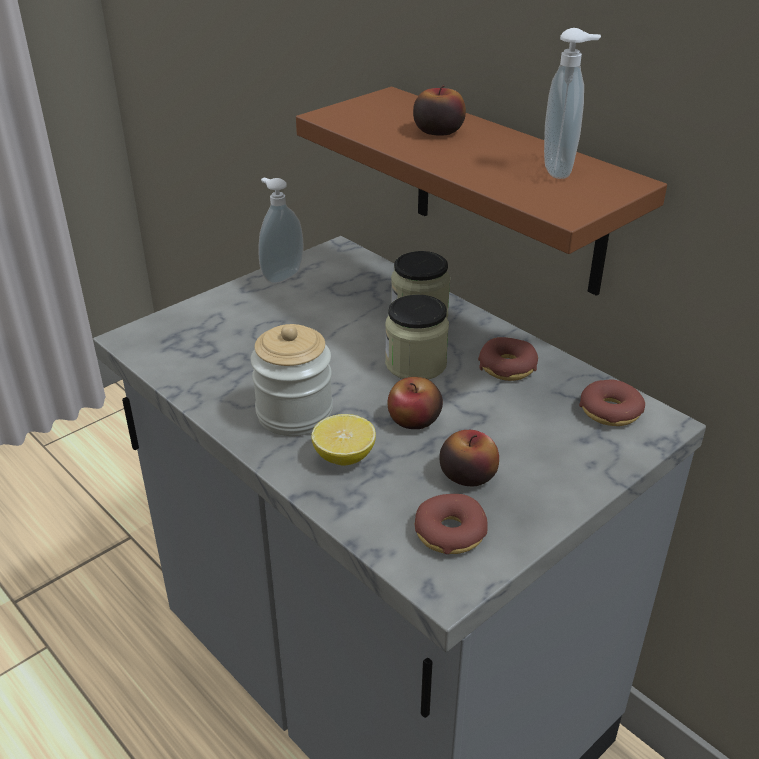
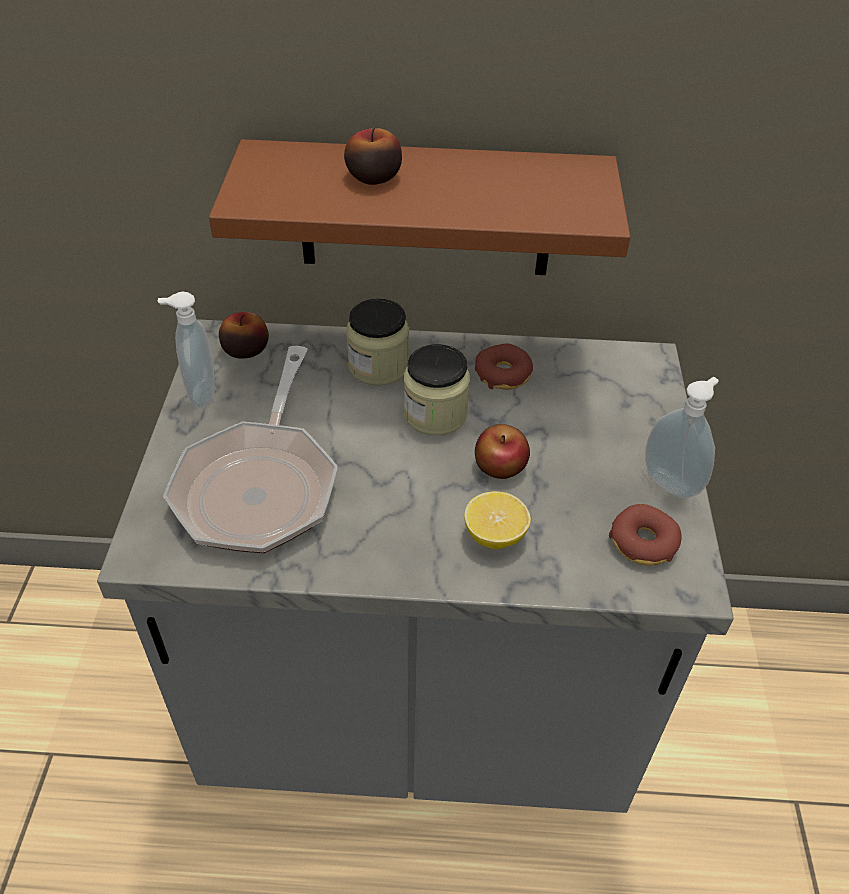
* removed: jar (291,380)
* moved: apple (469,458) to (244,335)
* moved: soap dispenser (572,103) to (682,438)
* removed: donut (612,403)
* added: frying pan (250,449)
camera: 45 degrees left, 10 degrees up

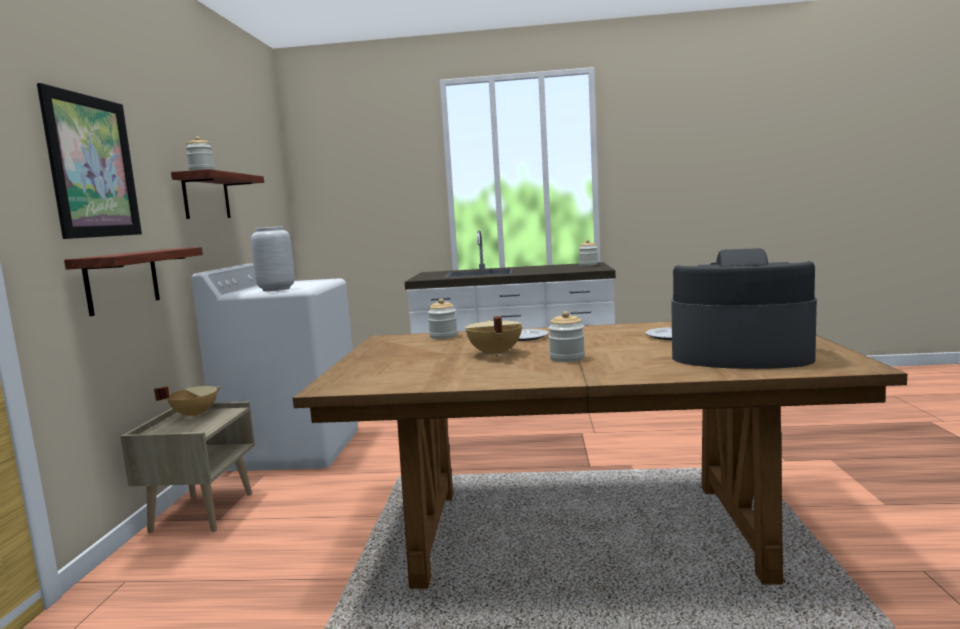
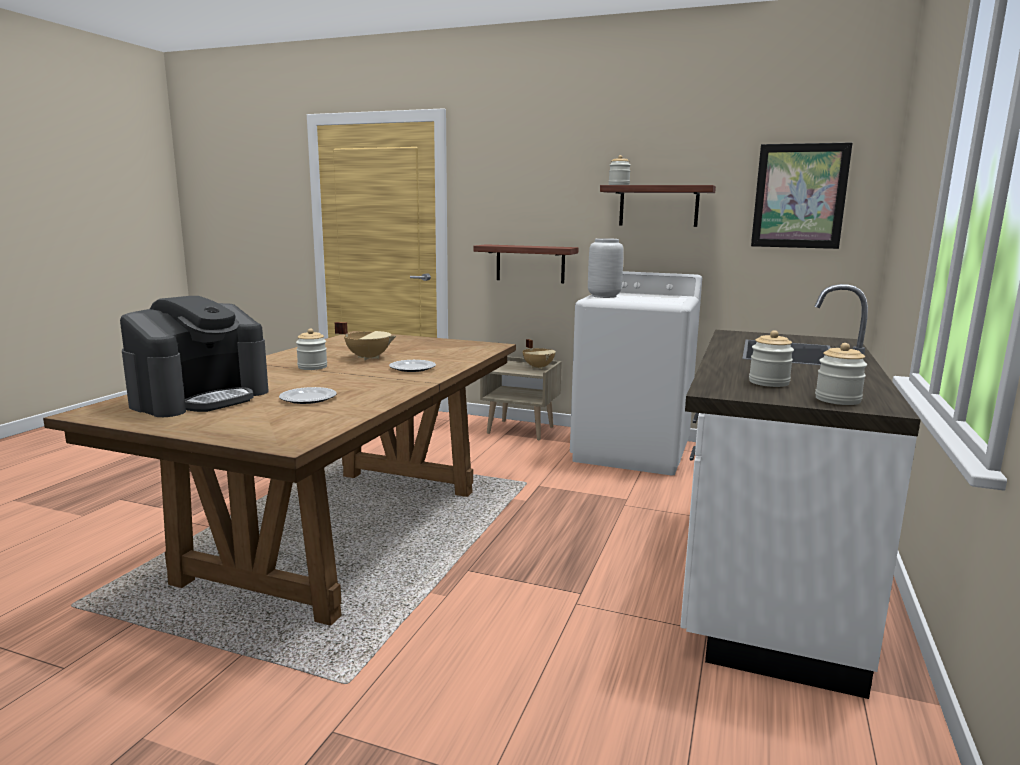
* moved: picture (89,161) to (801,195)
* moved: jar (443,319) to (771,358)
camera: 105 degrees right, 5 degrees up

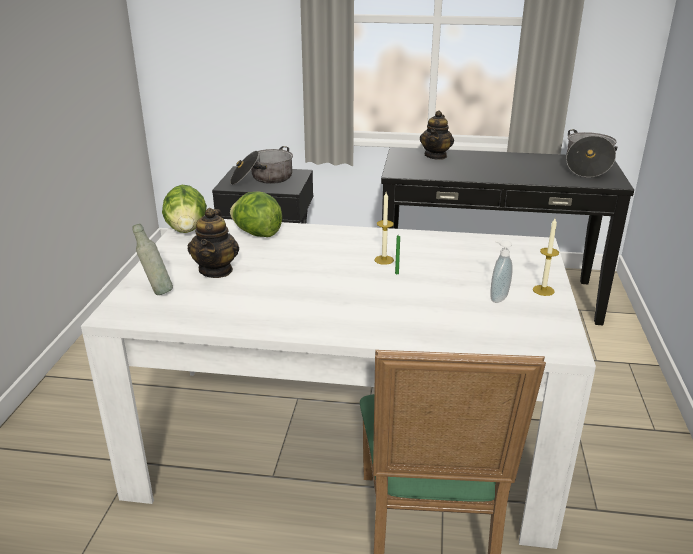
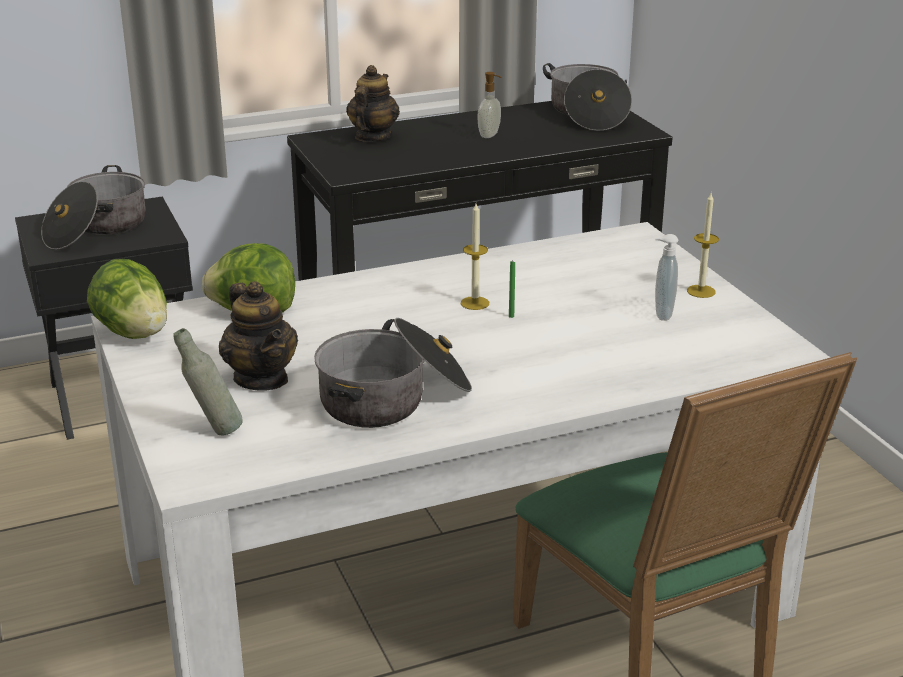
* turned: teapot (437,135) = (373,103) 150 degrees counterclockwise
* added: cooking pot (393,373)
* added: soap dispenser (490,105)
camera: 30 degrees left, 0 degrees up

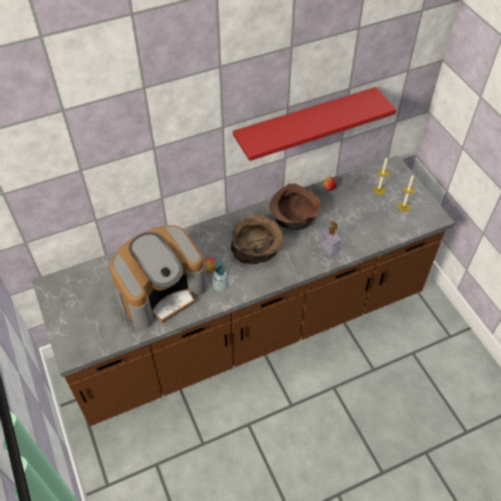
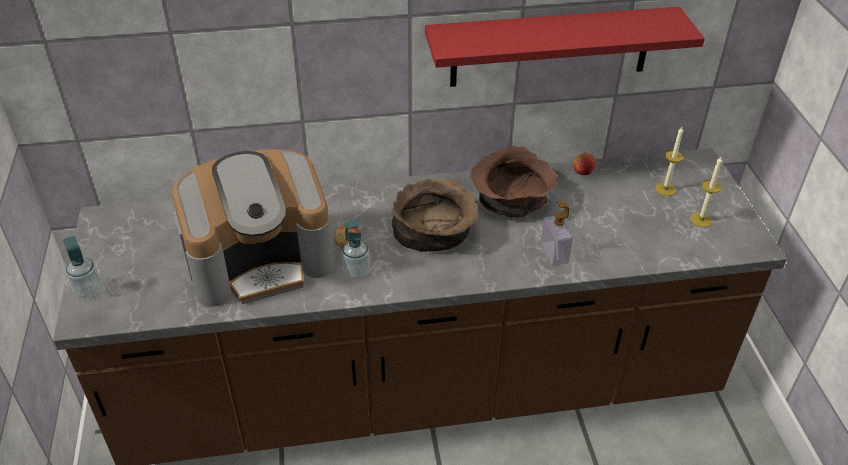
* added: soap dispenser (82,267)
camera: 15 degrees right, 10 degrees down

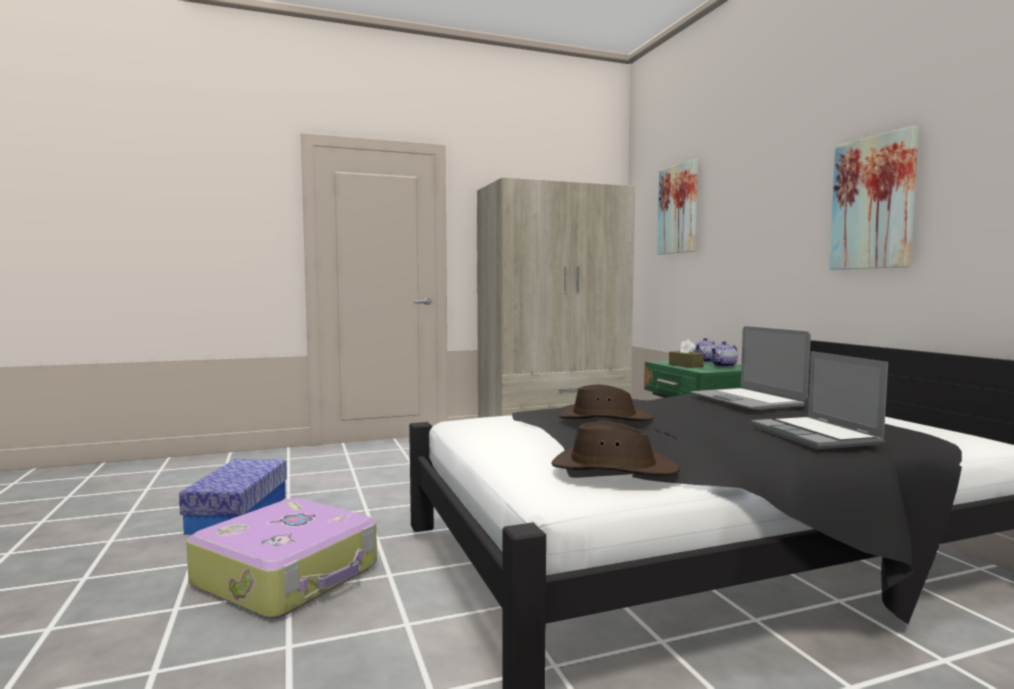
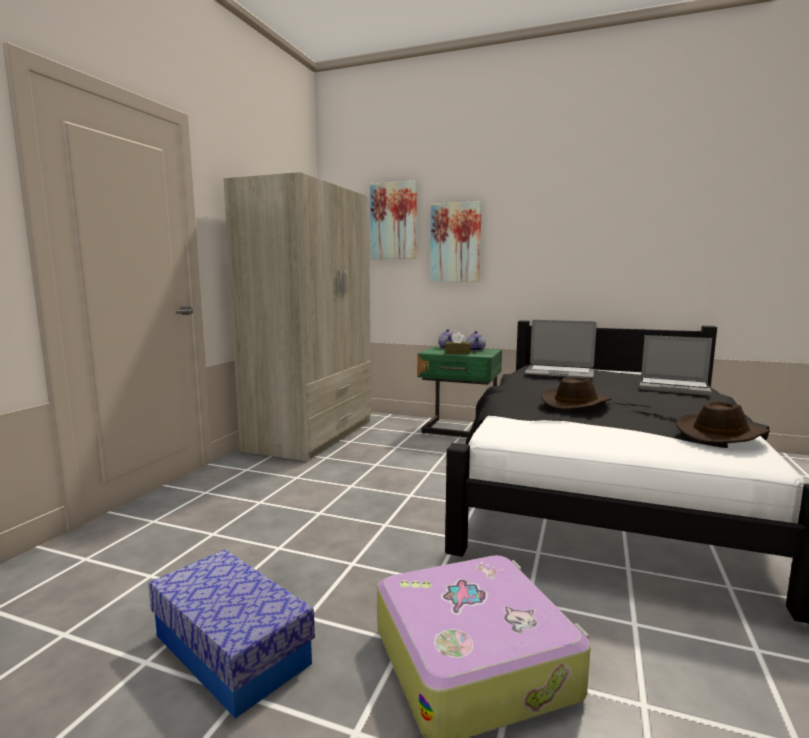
* moved: picture (874,198) to (456,241)
camera: 50 degrees left, 5 degrees up

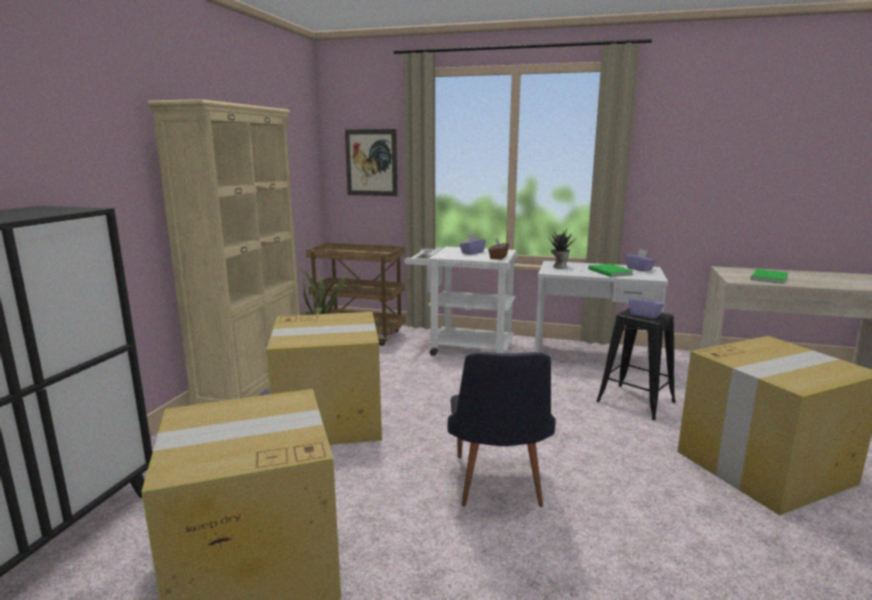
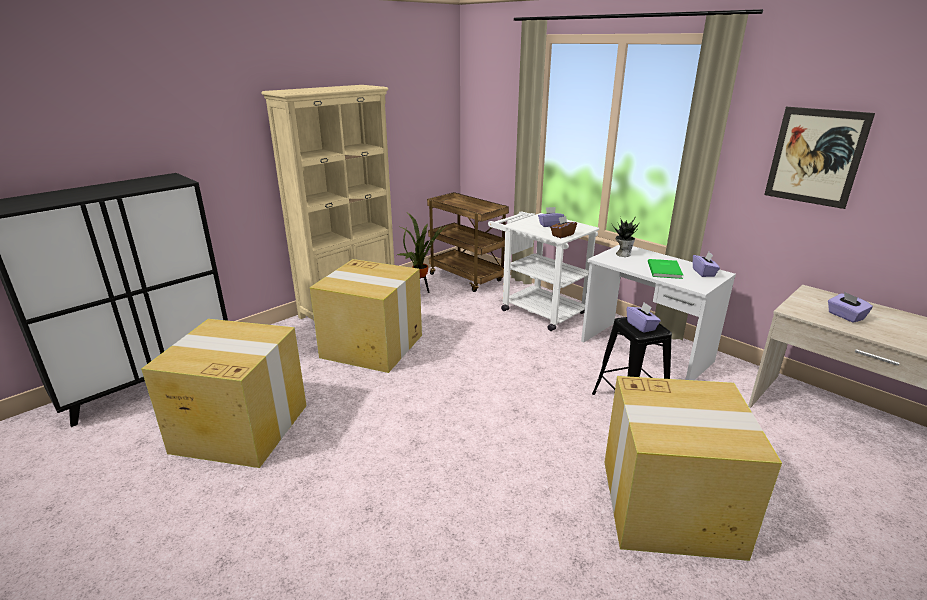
* moved: picture (371,162) to (819,158)
* removed: black chair (502,429)
* replaced: green book (769,276) to purple tissue box (850,307)
camera: 30 degrees right, 10 degrees up

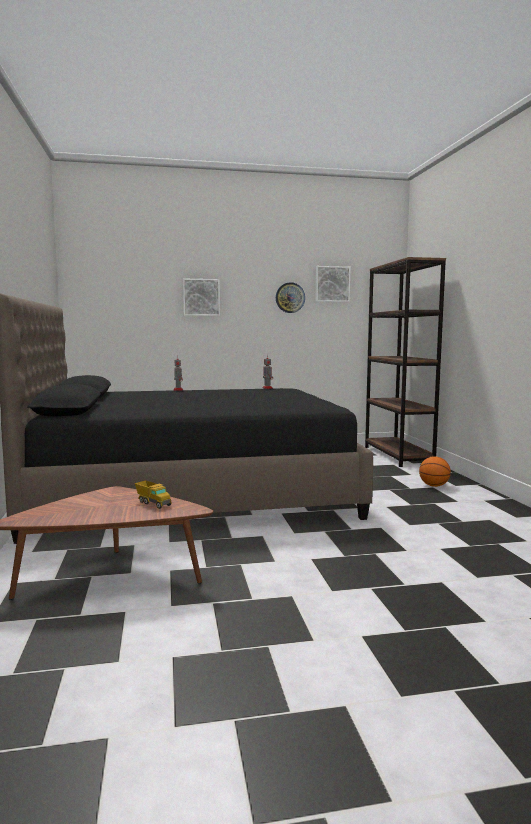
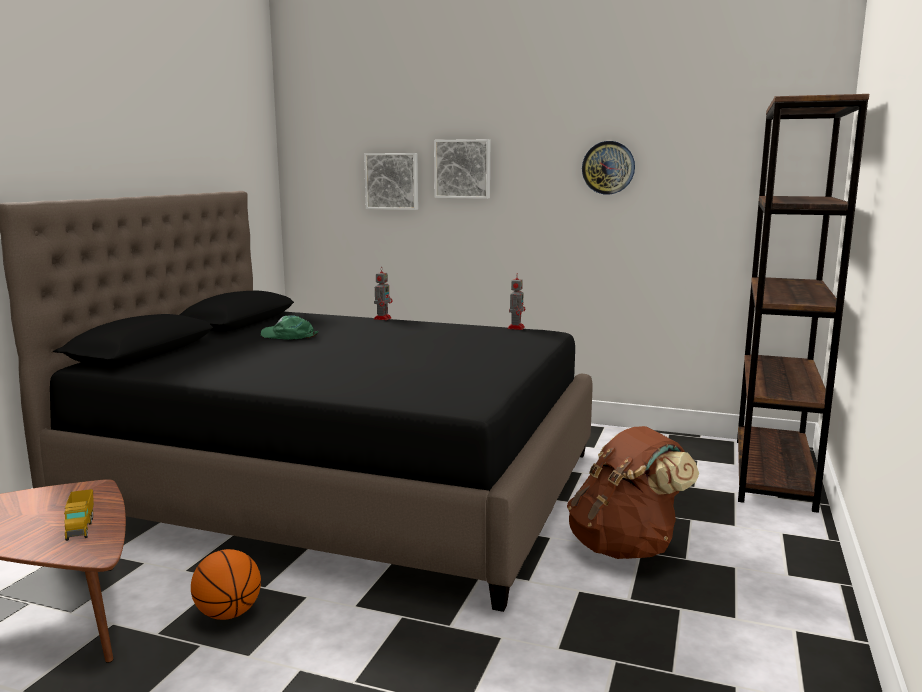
* moved: picture (333,284) to (391,181)
* moved: basketball (435,471) to (226,584)
* added: green cap (289,327)
* added: brown backpack (633,492)
camera: 30 degrees right, 5 degrees up

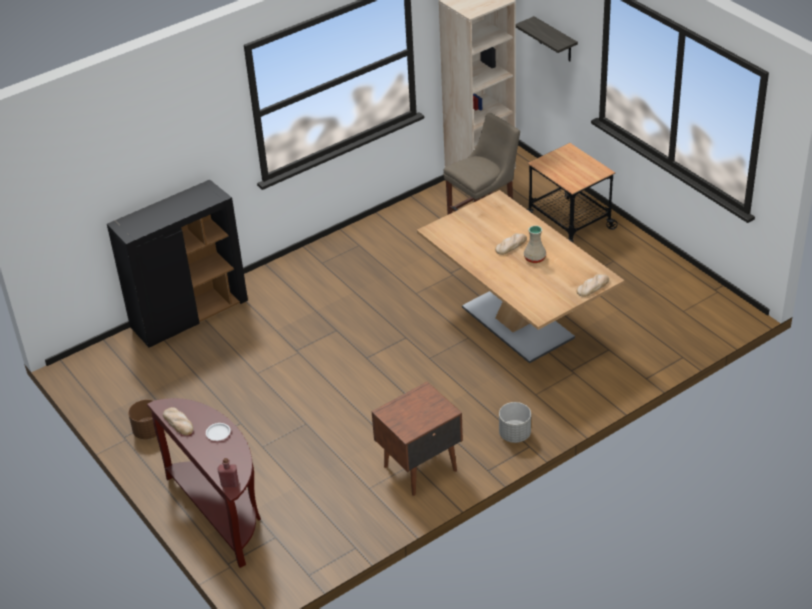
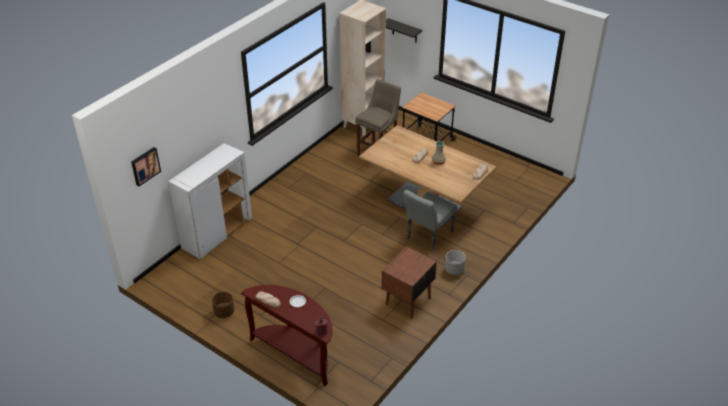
* recoloured: black cabinet (177,264) to white cabinet (210,201)
* added: picture (146,166)
* added: grey chair (430,220)
camera: 20 degrees left, 0 degrees up

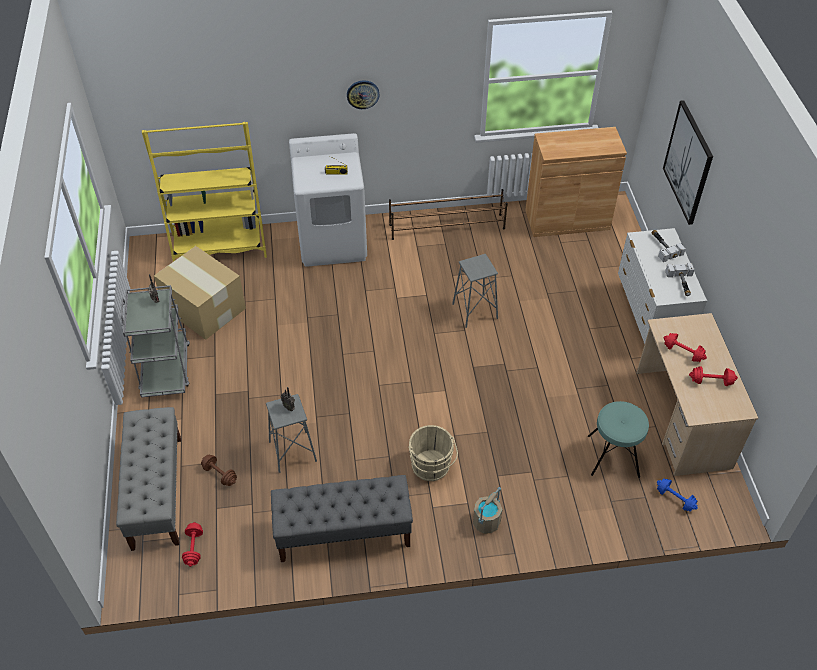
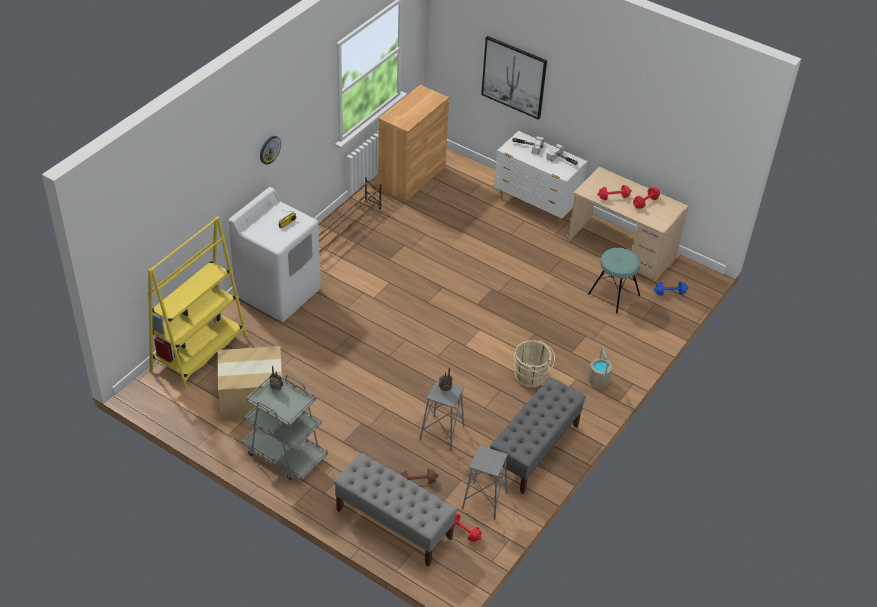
* moved: grey stool (475,291) to (485,482)
camera: 50 degrees left, 5 degrees down

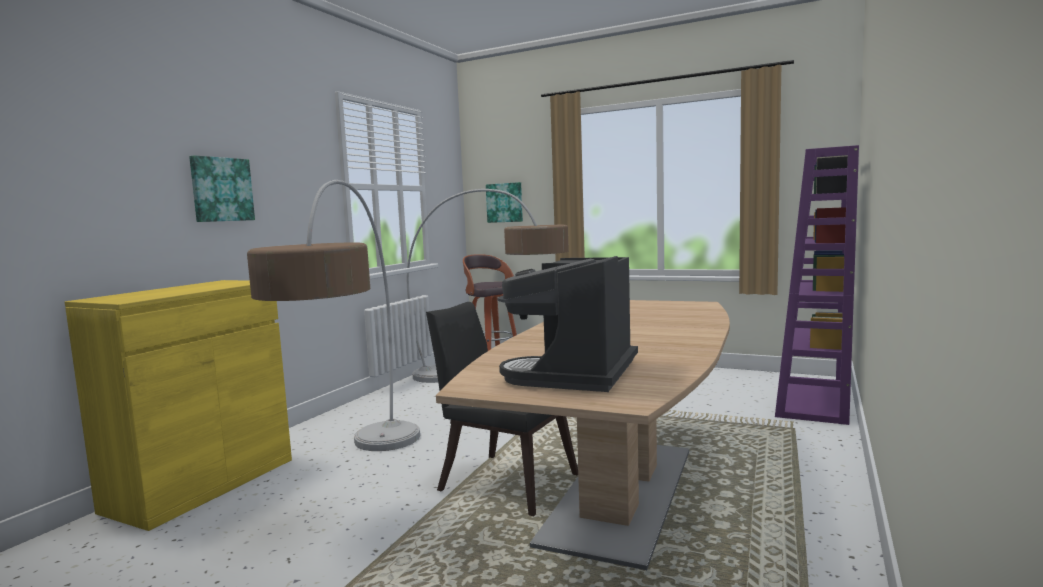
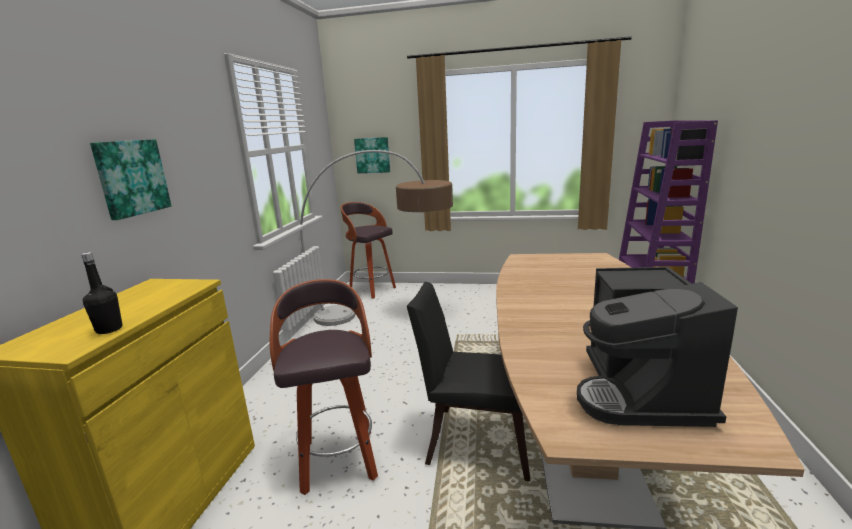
* replaced: floor lamp (333,315) to stool (324,387)
* added: black bottle (101,293)
camera: 15 degrees left, 10 degrees up

